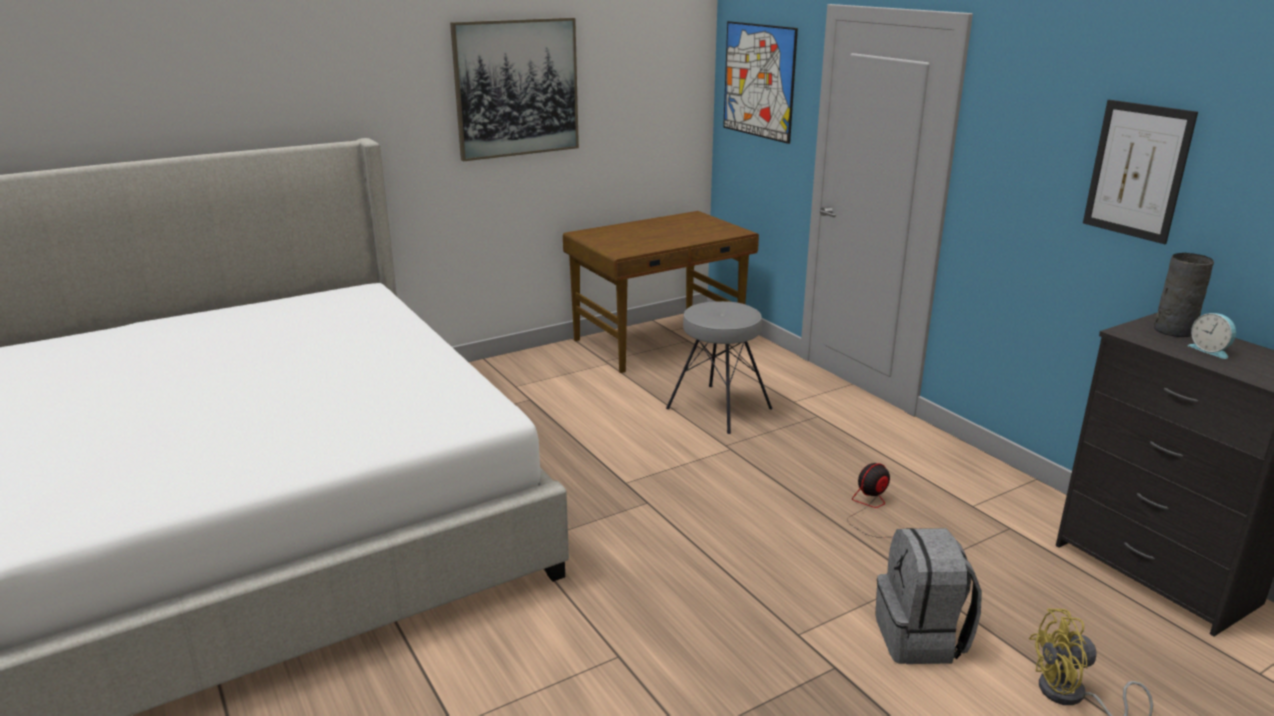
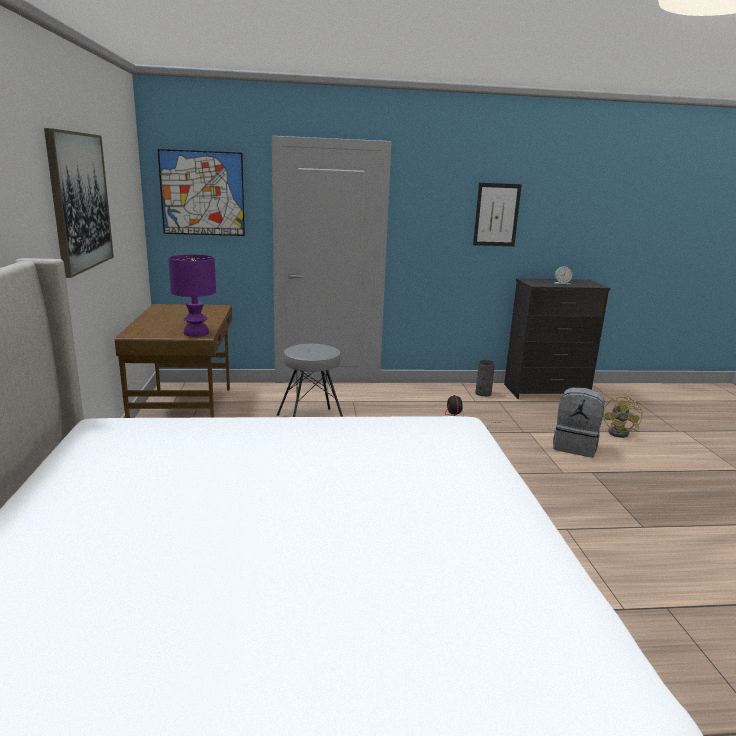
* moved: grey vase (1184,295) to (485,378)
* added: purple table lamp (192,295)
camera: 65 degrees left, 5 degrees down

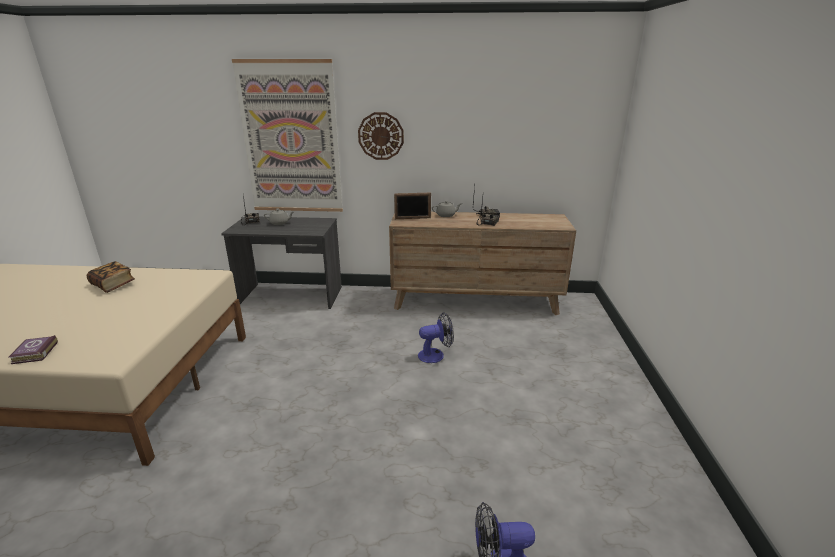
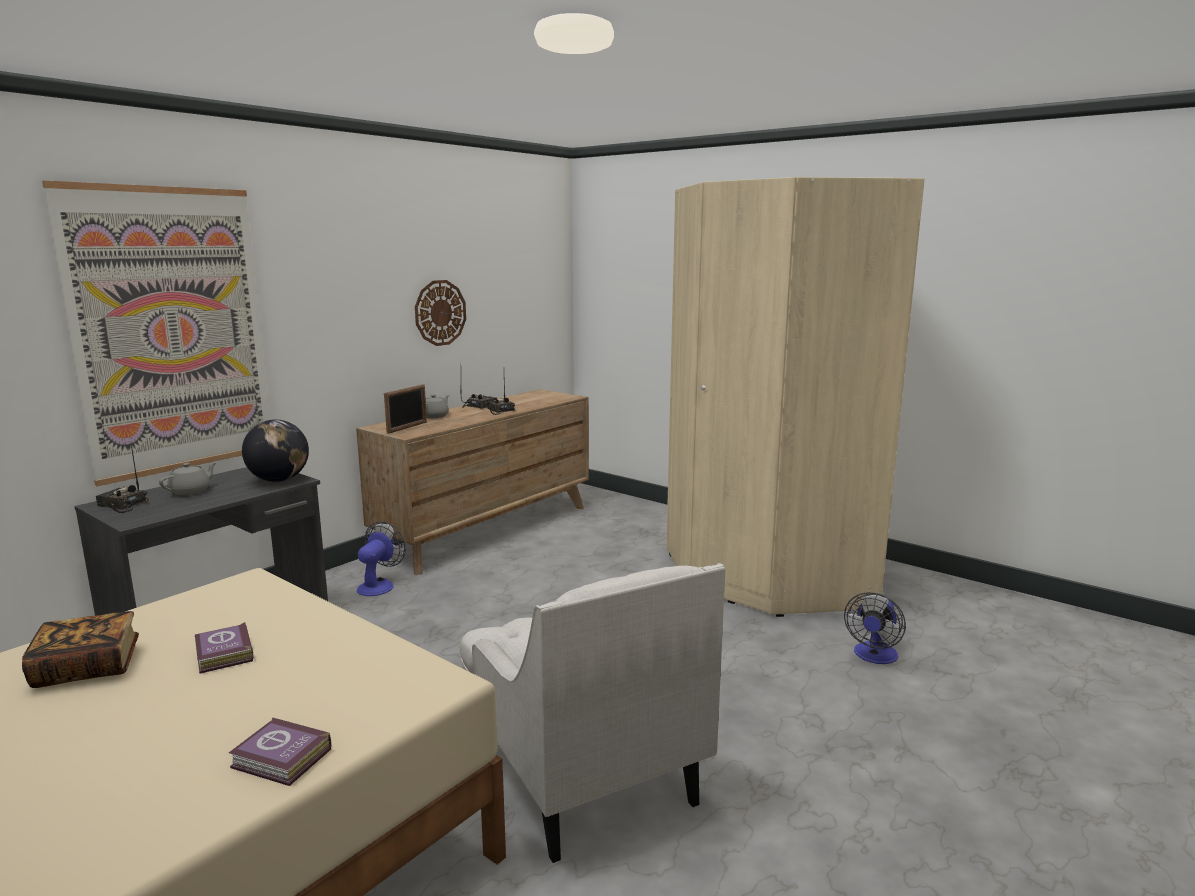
* moved: wall clock (381,136) to (440,313)
* moved: fan (436,337) to (381,558)
* added: book (224,647)
* added: globe (275,450)
* added: white armchair (592,713)
* added: beige wardrobe (795,397)
camera: 55 degrees left, 10 degrees down

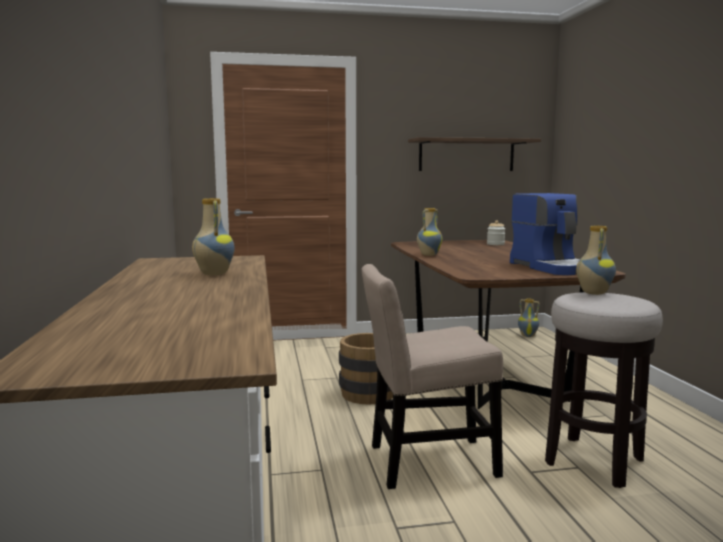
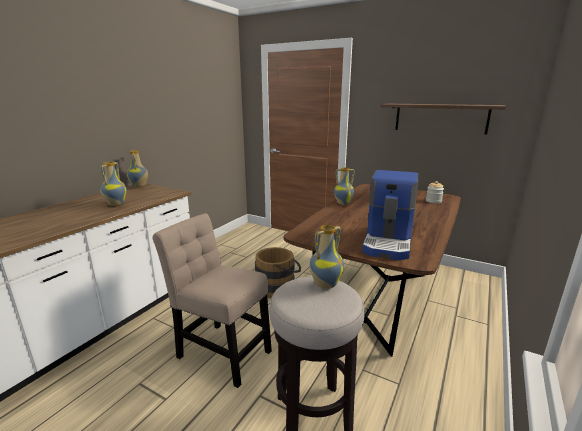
* moved: vase (529,318) to (137,169)
camera: 40 degrees right, 10 degrees up

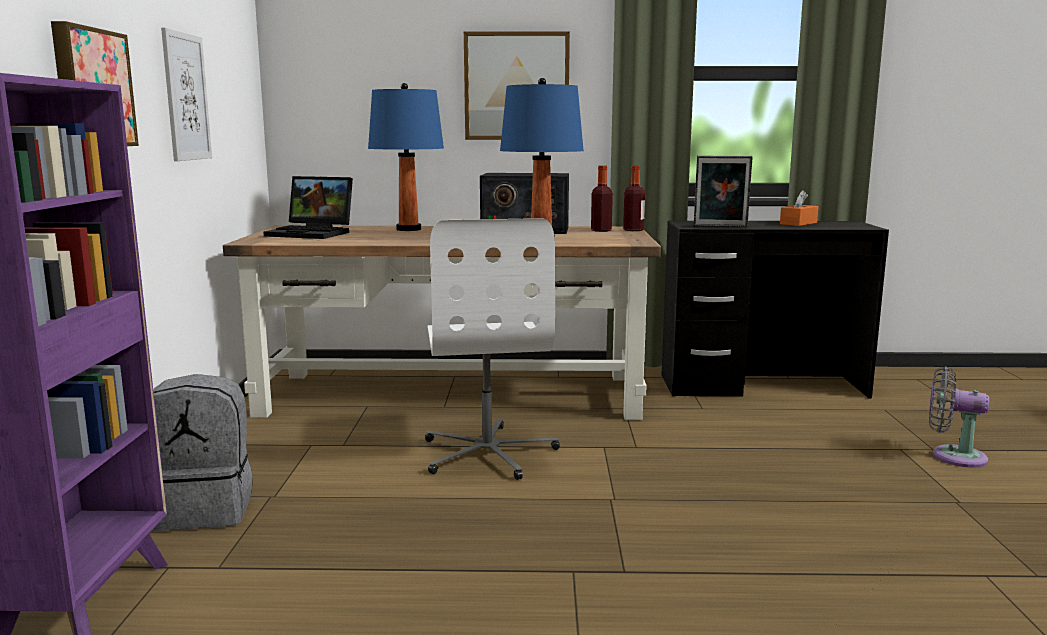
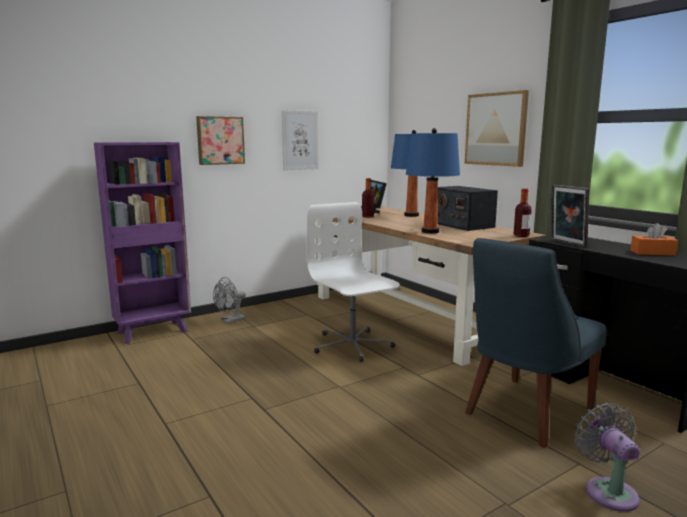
* replaced: grey backpack (202,452) to grey fan (229,300)
* turned: white office chair (492,349) = (353,282) 105 degrees clockwise
* moved: bottle (602,198) to (368,197)
* added: blue chair (535,343)
camera: 55 degrees right, 0 degrees up

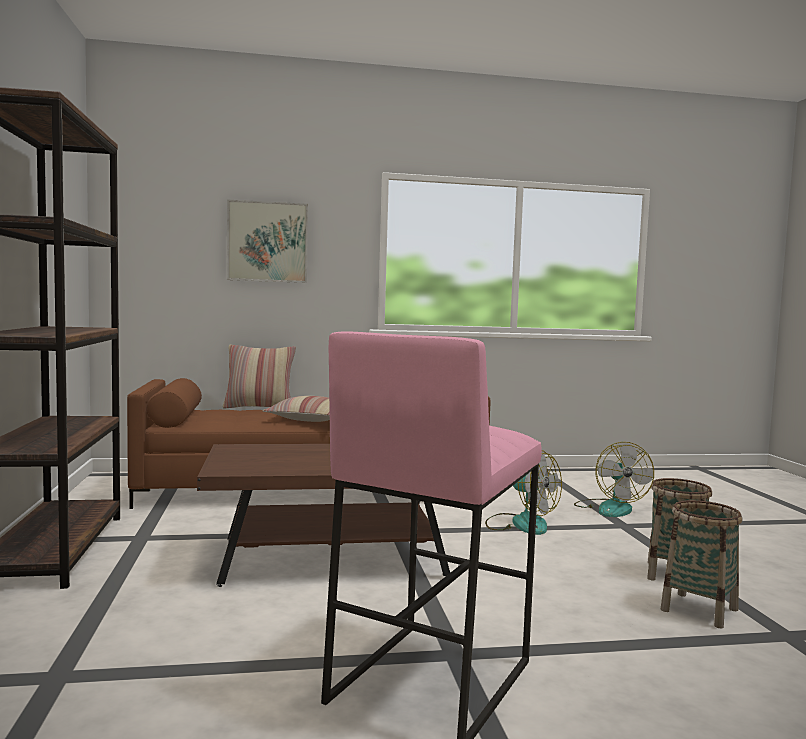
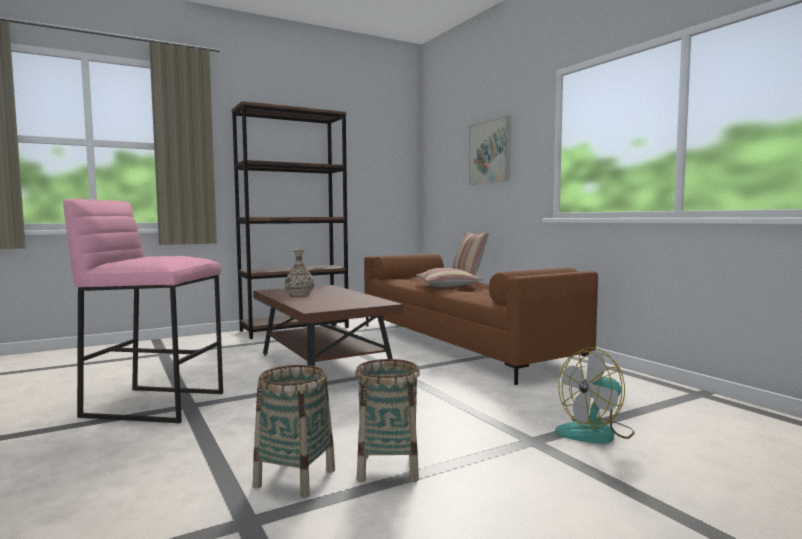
* removed: fan (523,492)
* added: vase (299,272)
camera: 70 degrees right, 0 degrees up

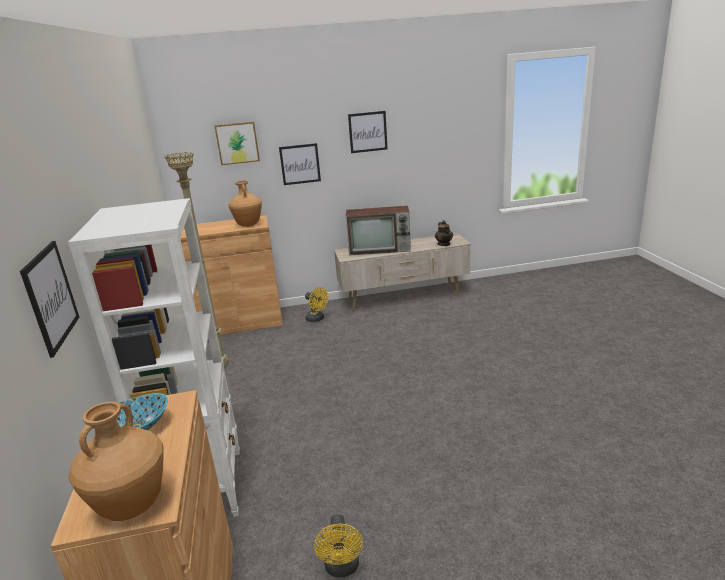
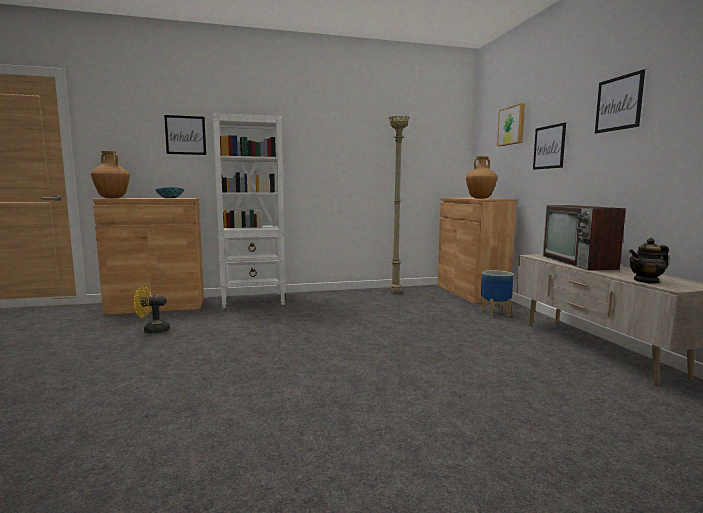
* replaced: yellow fan (316,304) to planter (497,293)
camera: 85 degrees right, 15 degrees down

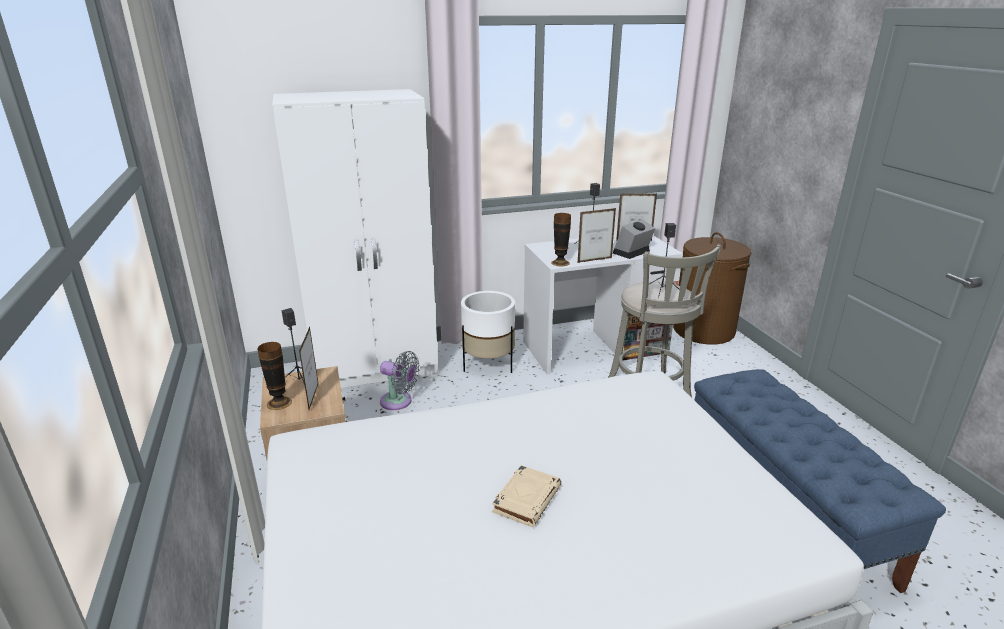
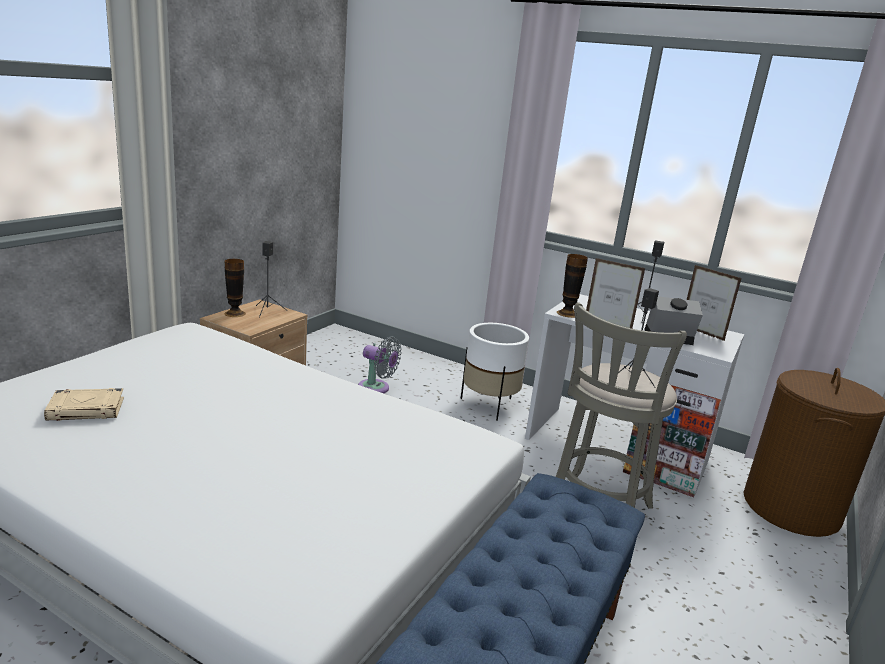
* removed: white wardrobe (355,238)
* removed: picture frame (308,368)
* turned: grey fan (400,380) = (380,365) 45 degrees counterclockwise
* moved: beige book (526,496) to (84,404)
camera: 45 degrees right, 5 degrees down

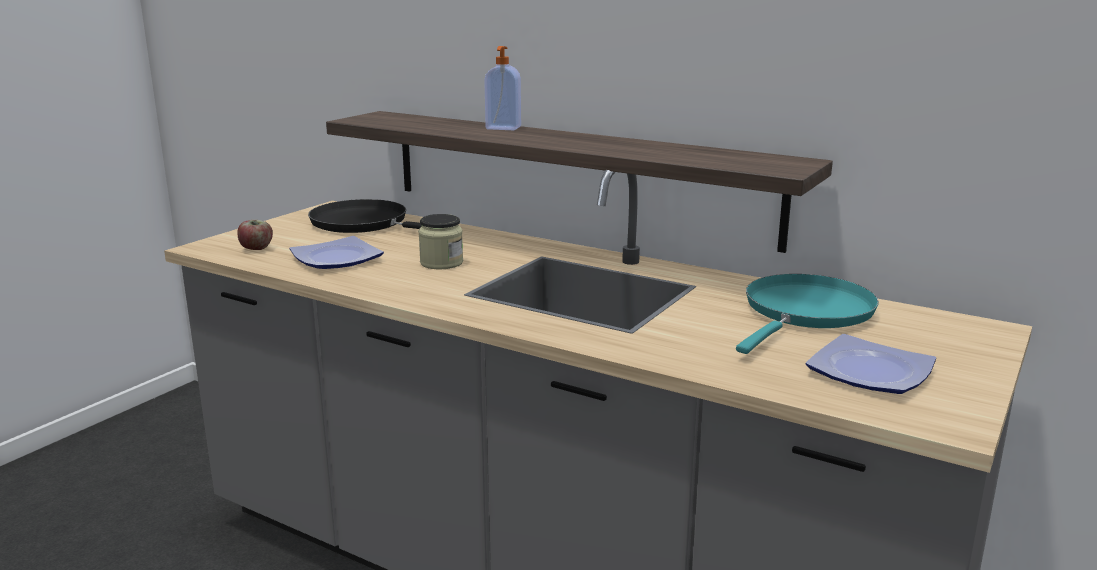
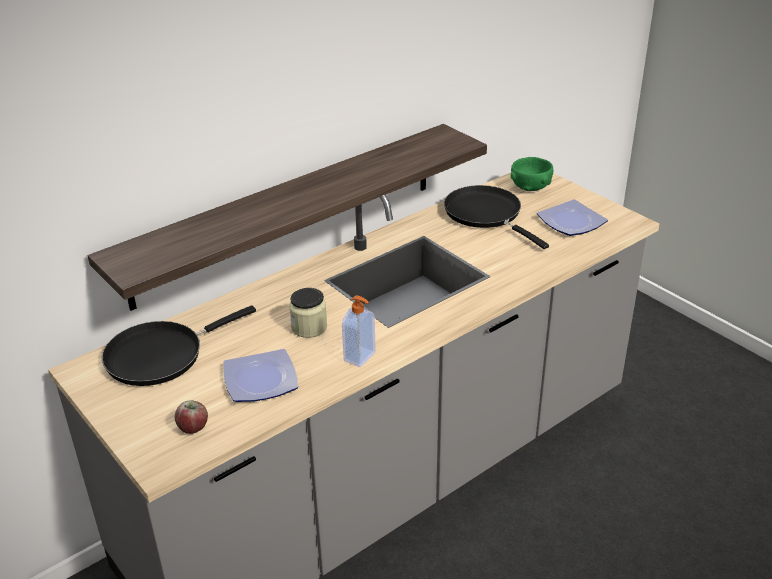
* moved: soap dispenser (502,88) to (359,331)
* recoloured: turquoise frying pan (807,314) to black frying pan (496,217)
* added: green bowl (532,174)
camera: 70 degrees left, 15 degrees up

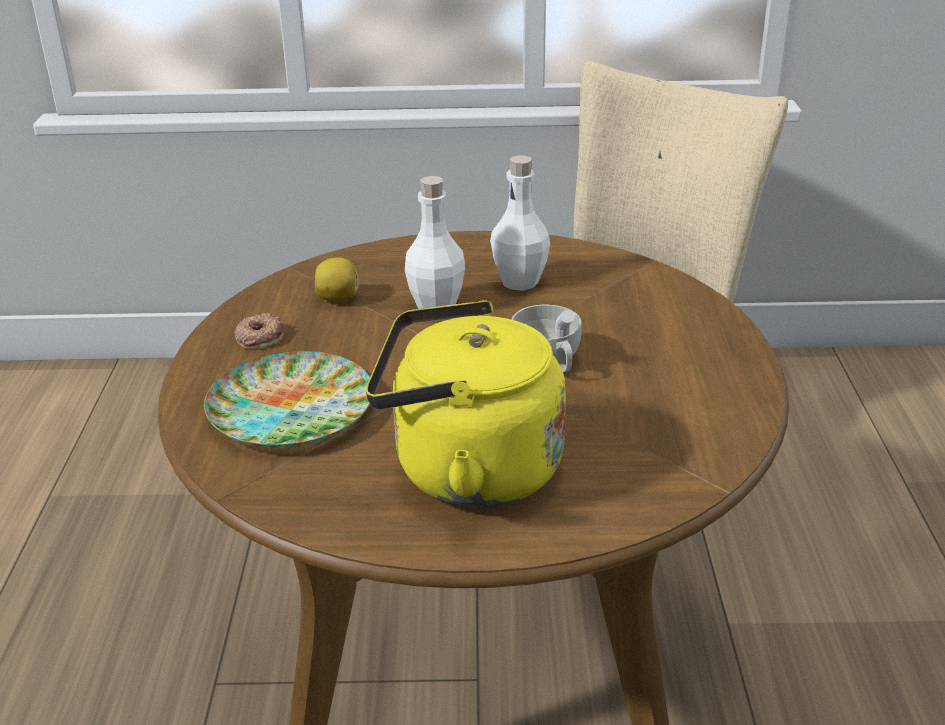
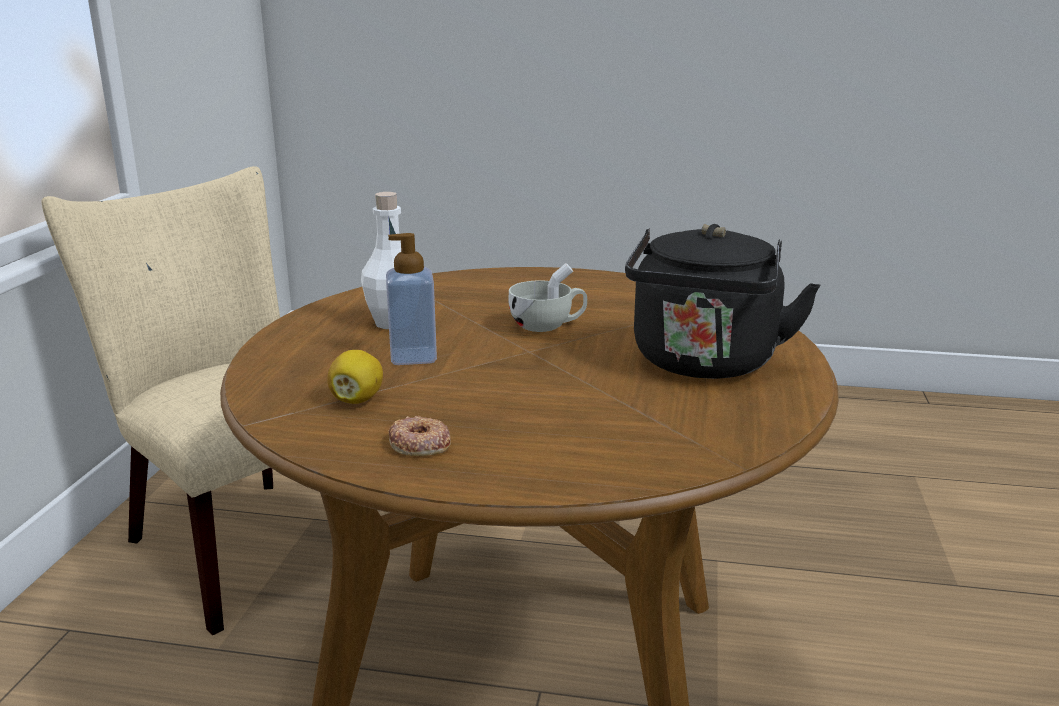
* removed: plate (287,400)
* recoloured: yellow kettle (466,404) to black kettle (722,301)
* replaced: white bottle (435,242) to soap dispenser (411,299)
camera: 80 degrees left, 10 degrees down

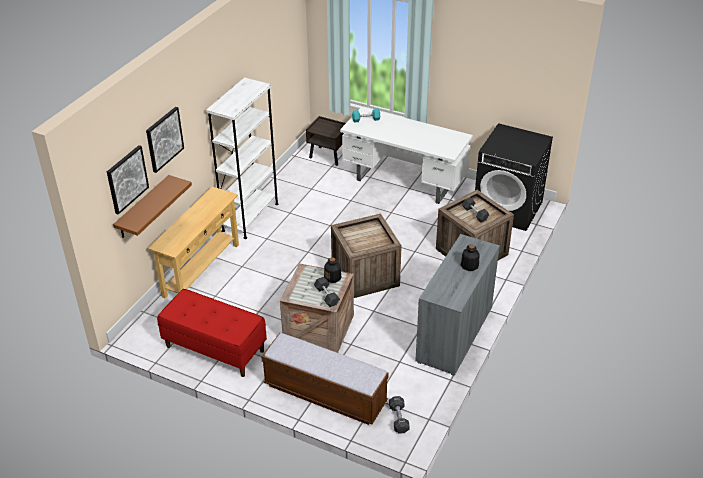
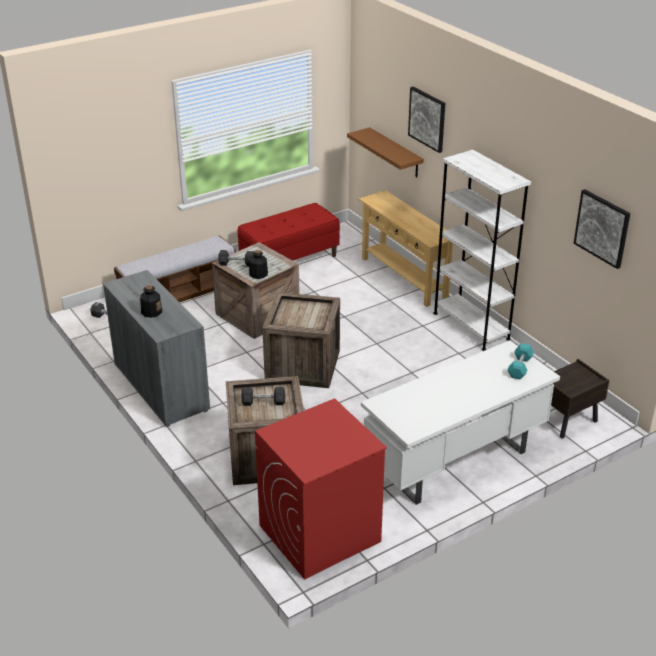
* moved: picture (128,180) to (602,229)
* recoloured: black washing machine (514,177) to red washing machine (321,489)
camera: 120 degrees right, 5 degrees down

